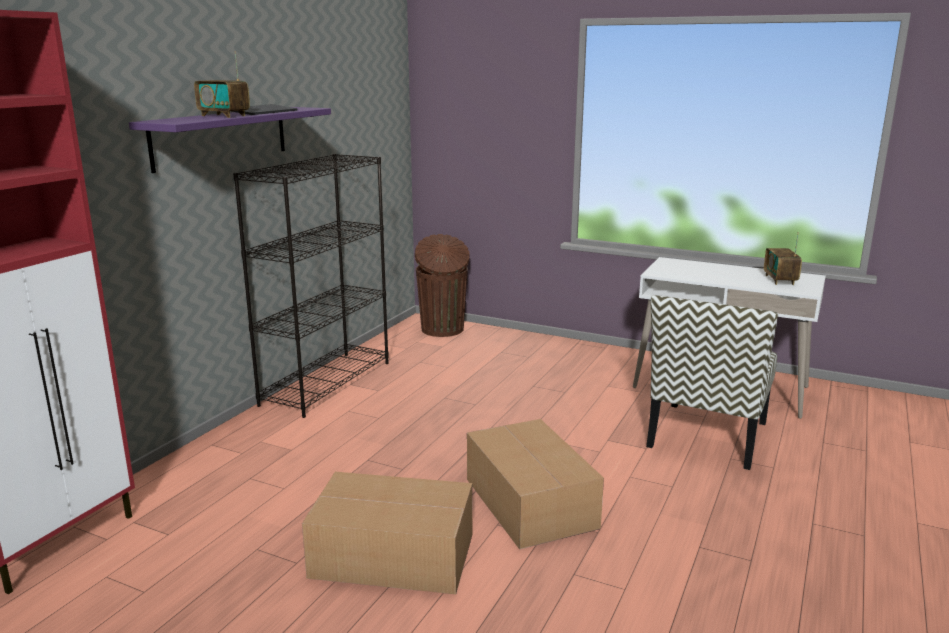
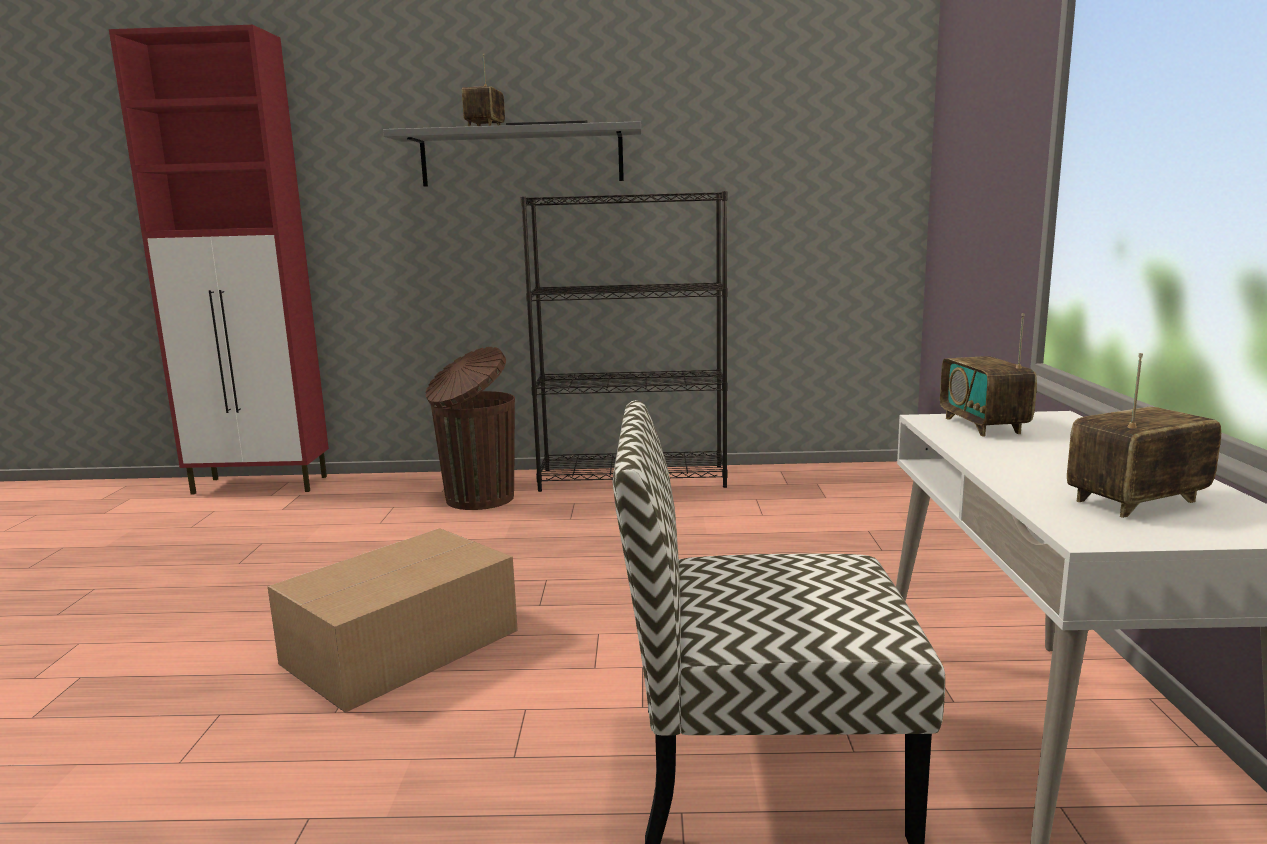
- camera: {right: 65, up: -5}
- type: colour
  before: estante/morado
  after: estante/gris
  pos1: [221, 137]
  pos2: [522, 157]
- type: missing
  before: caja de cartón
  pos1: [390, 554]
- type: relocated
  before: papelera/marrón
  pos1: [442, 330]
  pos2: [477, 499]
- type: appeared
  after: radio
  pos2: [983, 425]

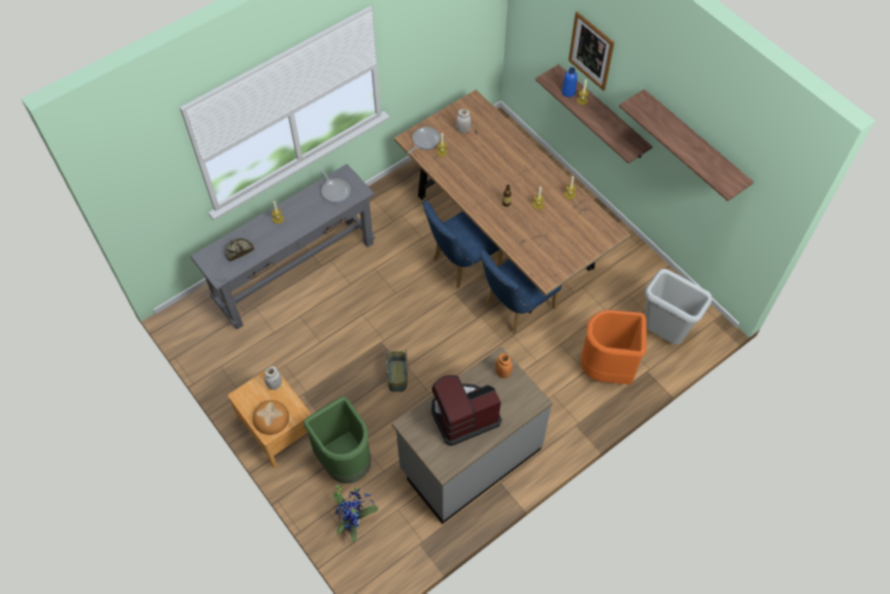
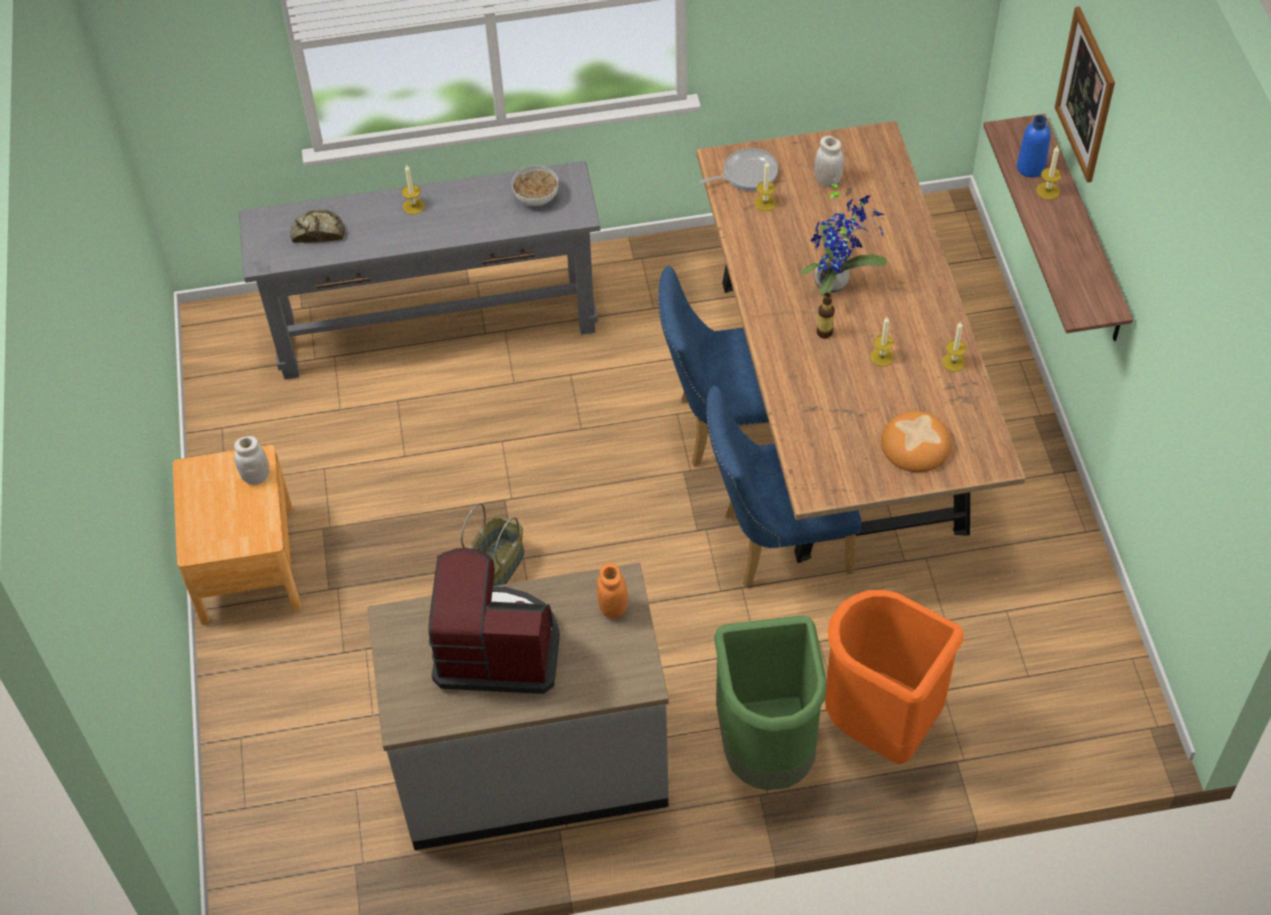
- camera: {right: 30, up: -5}
- type: relocated
  before: pan
  pos1: [270, 418]
  pos2: [915, 444]
- type: relocated
  before: papelera/verde
  pos1: [345, 462]
  pos2: [767, 750]
- type: exchanged
  before: sartén
  after: cuenco
  pos1: [335, 190]
  pos2: [537, 197]
- type: relocated
  before: planta en maceta
  pos1: [353, 521]
  pos2: [836, 282]
- type: missing
  before: estante
  pos1: [694, 143]
- type: missing
  before: papelera/gris
  pos1: [662, 334]

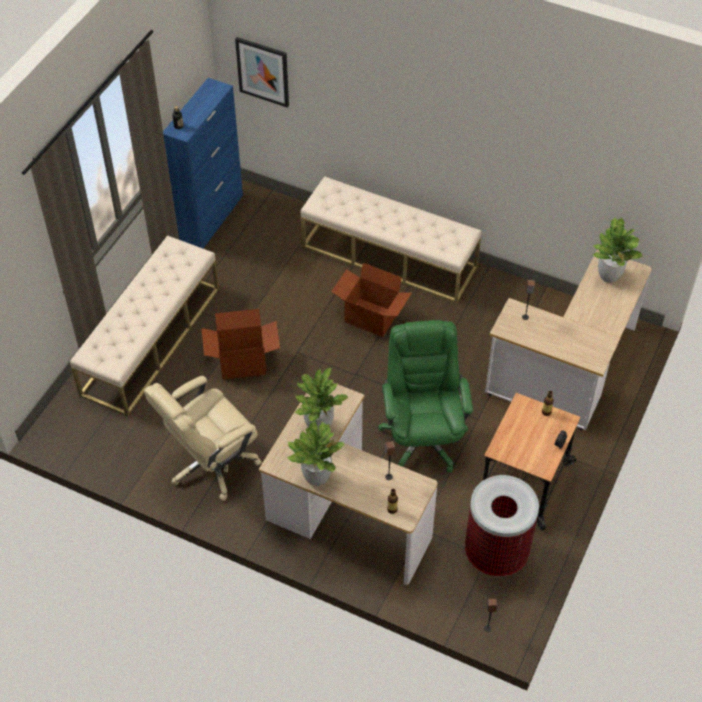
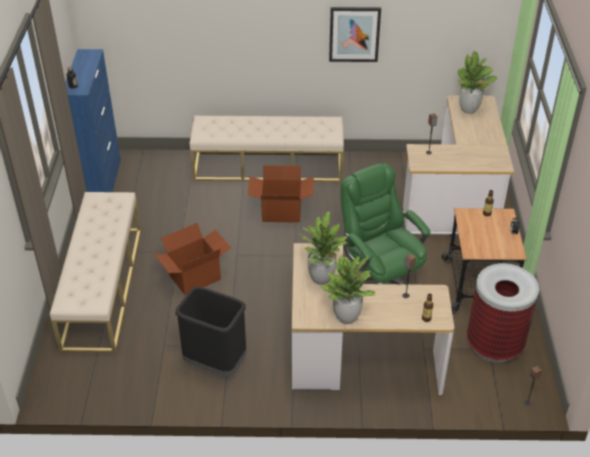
- camera: {right: -25, up: -10}
- type: exchanged
  before: silla de oficina/beis
  after: papelera/negro
  pos1: [211, 464]
  pos2: [215, 363]
- type: relocated
  before: cuadro
  pos1: [263, 71]
  pos2: [354, 34]

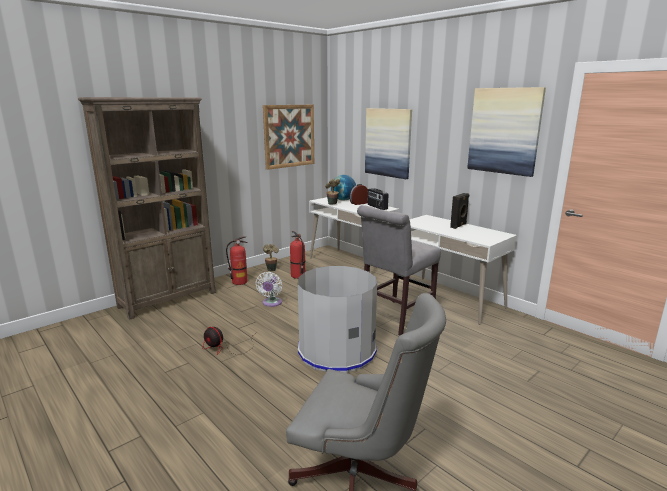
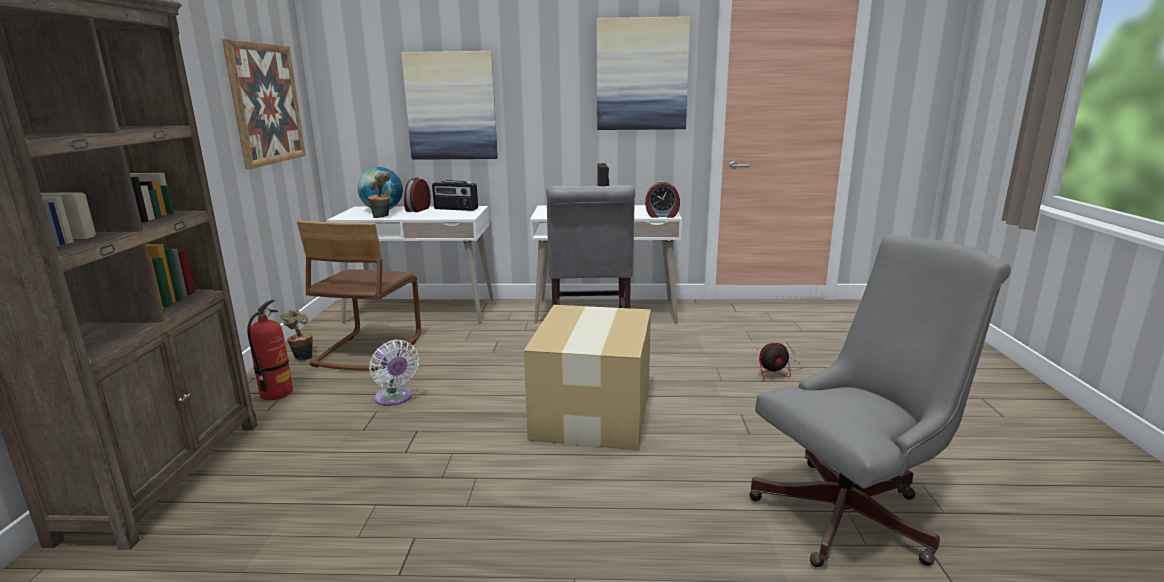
- camera: {right: -45, up: 0}
- type: relocated
  before: ventilador
  pos1: [226, 348]
  pos2: [776, 370]
- type: exchanged
  before: extintor
  after: silla/marrón
  pos1: [297, 276]
  pos2: [367, 351]
- type: exchanged
  before: papelera/gris
  after: caja de cartón
  pos1: [337, 351]
  pos2: [594, 411]
- type: appeared
  after: despertador
  pos2: [662, 216]

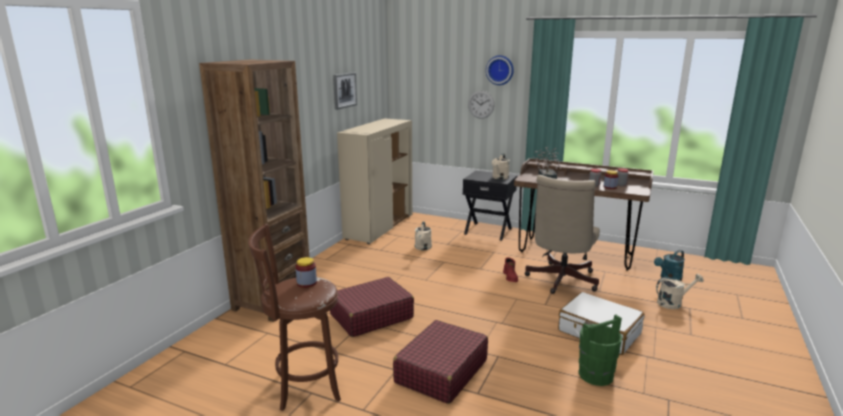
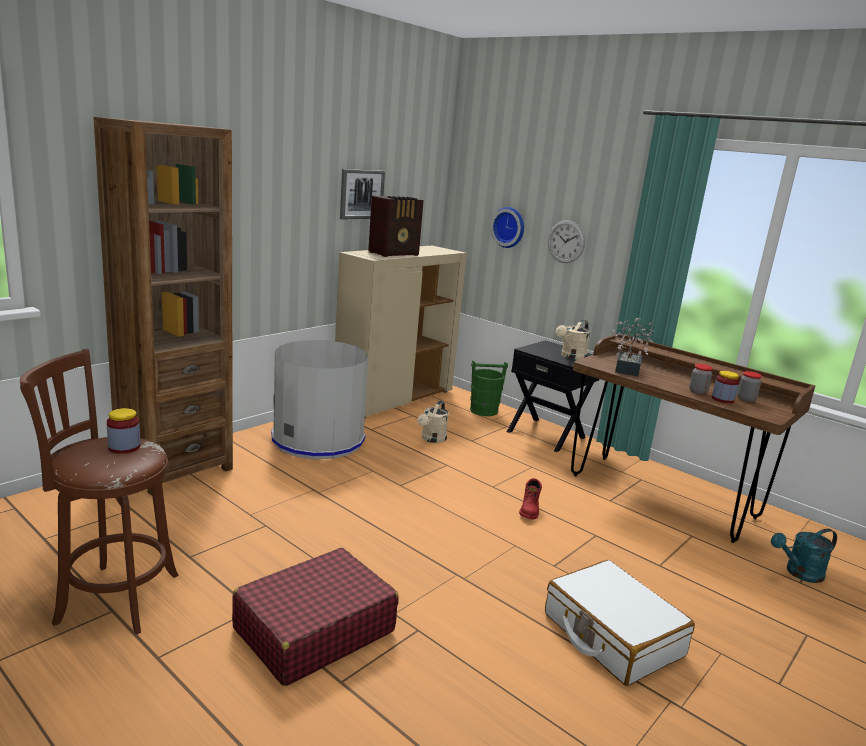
- camera: {right: 15, up: 0}
- type: missing
  before: maleta/rojo
  pos1: [371, 316]
- type: relocated
  before: reloj de pared
  pos1: [500, 70]
  pos2: [509, 227]
- type: missing
  before: silla de oficina/beis
  pos1: [560, 281]
- type: relocated
  before: cubo/verde
  pos1: [596, 375]
  pos2: [484, 411]
- type: missing
  before: regadera/beis
  pos1: [673, 303]
- type: appeared
  after: papelera/gris
  pos2: [318, 439]
- type: appeared
  after: radio
  pos2: [395, 254]

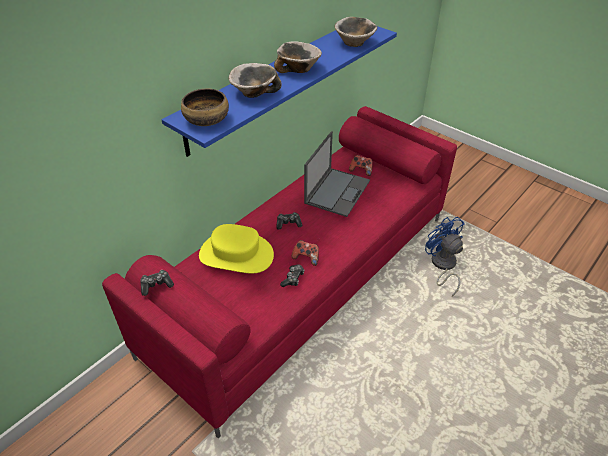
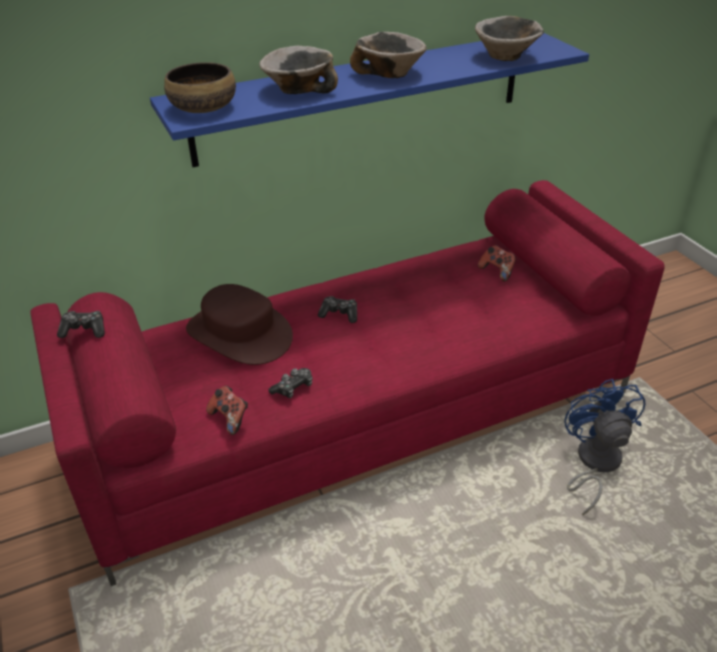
- camera: {right: 25, up: -5}
- type: colour
  before: sombrero/amarillo
  after: sombrero/marrón
  pos1: [236, 254]
  pos2: [240, 333]
- type: relocated
  before: mando de consola
  pos1: [306, 257]
  pos2: [230, 418]
- type: missing
  before: portátil
  pos1: [337, 191]

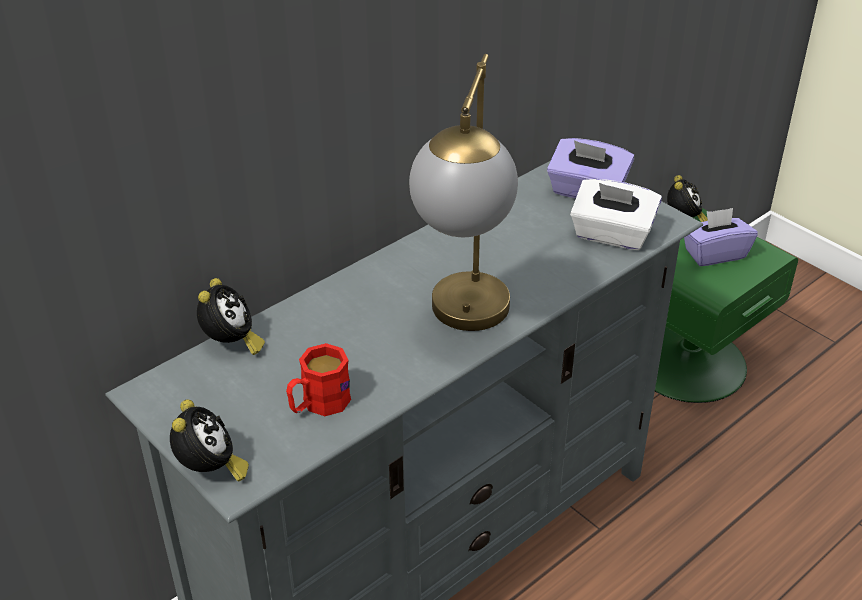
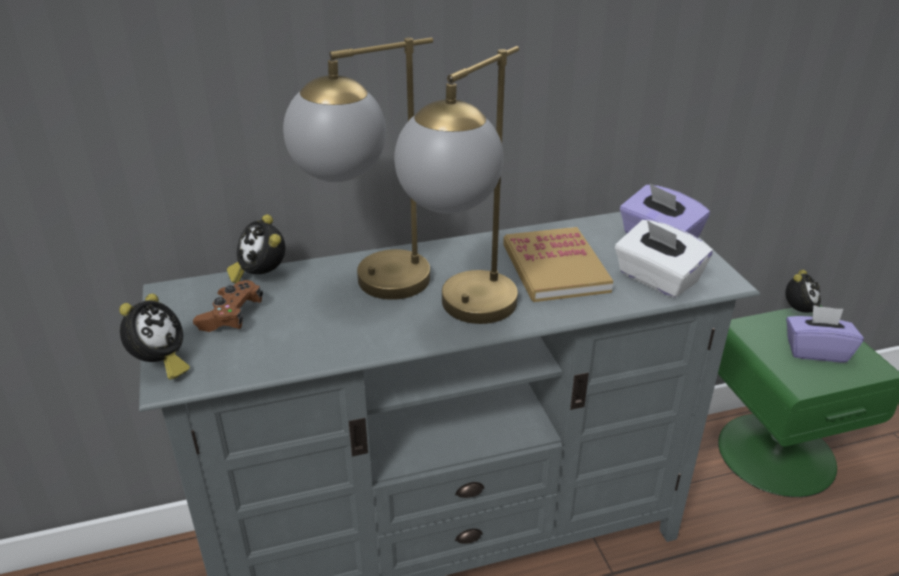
- camera: {right: 25, up: -5}
- type: spun
  before: despertador
  pos1: [231, 344]
  pos2: [261, 276]
  turn: 120
- type: missing
  before: taza grande/rojo
  pos1: [318, 404]
- type: appeared
  after: mando de consola/marrón
  pos2: [231, 316]
- type: appeared
  after: lámpara de mesa
  pos2: [368, 286]
- type: appeared
  after: libro
  pos2: [555, 268]

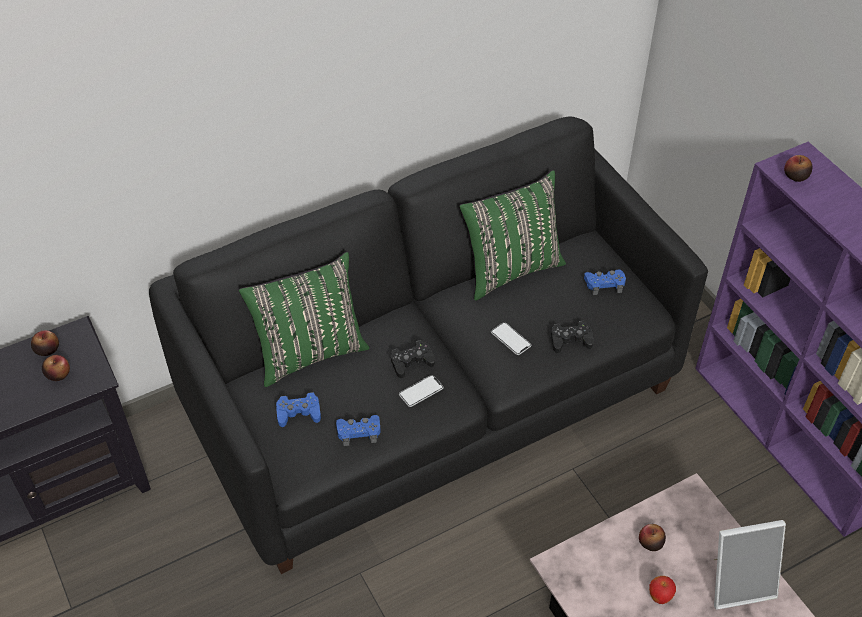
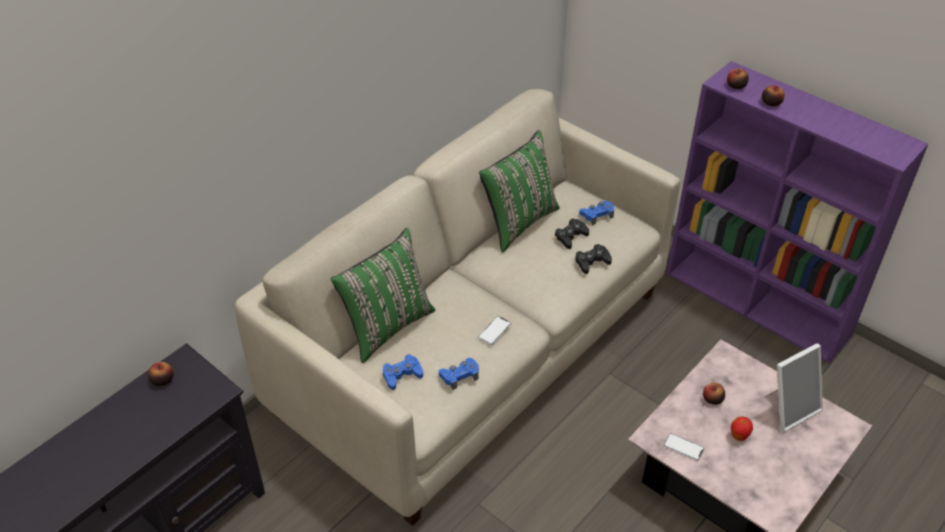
- camera: {right: -20, up: -5}
- type: relocated
  before: manzana
  pos1: [58, 374]
  pos2: [771, 102]
- type: colour
  before: sofá/negro
  after: sofá/beis
  pos1: [431, 397]
  pos2: [472, 351]
- type: relocated
  before: mando de consola/negro
  pos1: [411, 362]
  pos2: [571, 237]
- type: relocated
  before: móvil
  pos1: [510, 339]
  pos2: [683, 447]

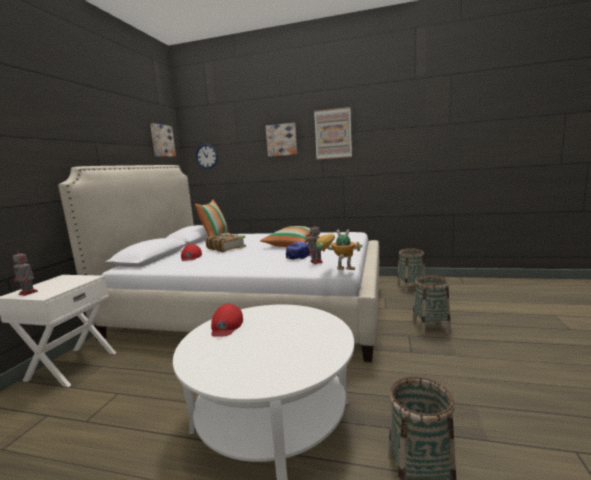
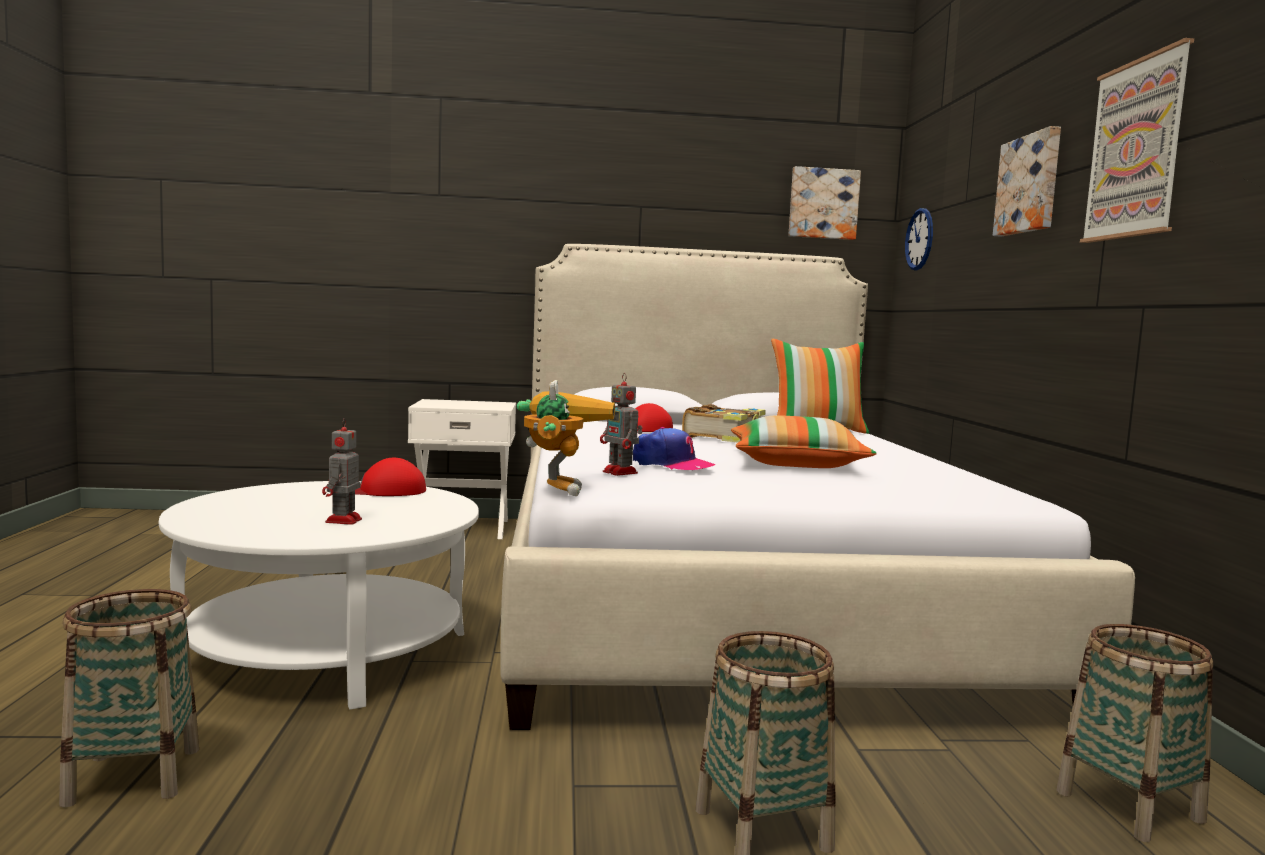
- camera: {right: 70, up: -5}
- type: relocated
  before: robot de juguete
  pos1: [28, 293]
  pos2: [343, 521]

